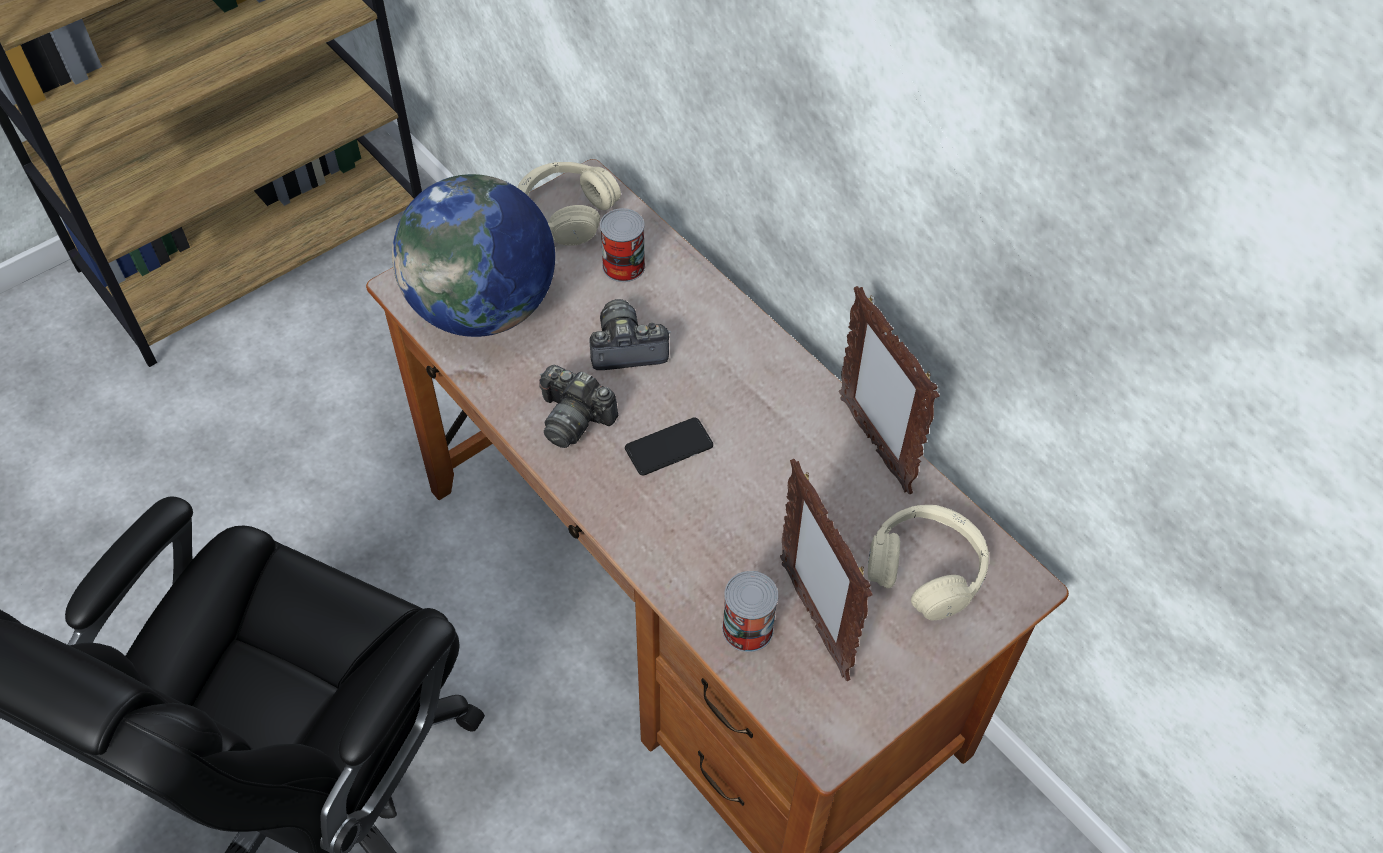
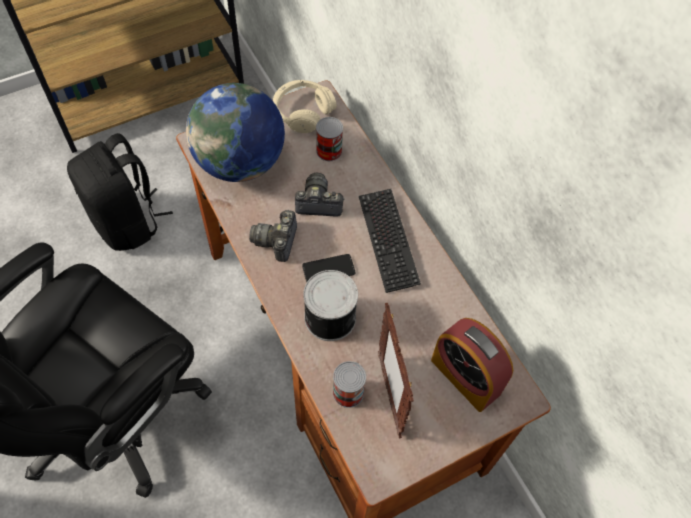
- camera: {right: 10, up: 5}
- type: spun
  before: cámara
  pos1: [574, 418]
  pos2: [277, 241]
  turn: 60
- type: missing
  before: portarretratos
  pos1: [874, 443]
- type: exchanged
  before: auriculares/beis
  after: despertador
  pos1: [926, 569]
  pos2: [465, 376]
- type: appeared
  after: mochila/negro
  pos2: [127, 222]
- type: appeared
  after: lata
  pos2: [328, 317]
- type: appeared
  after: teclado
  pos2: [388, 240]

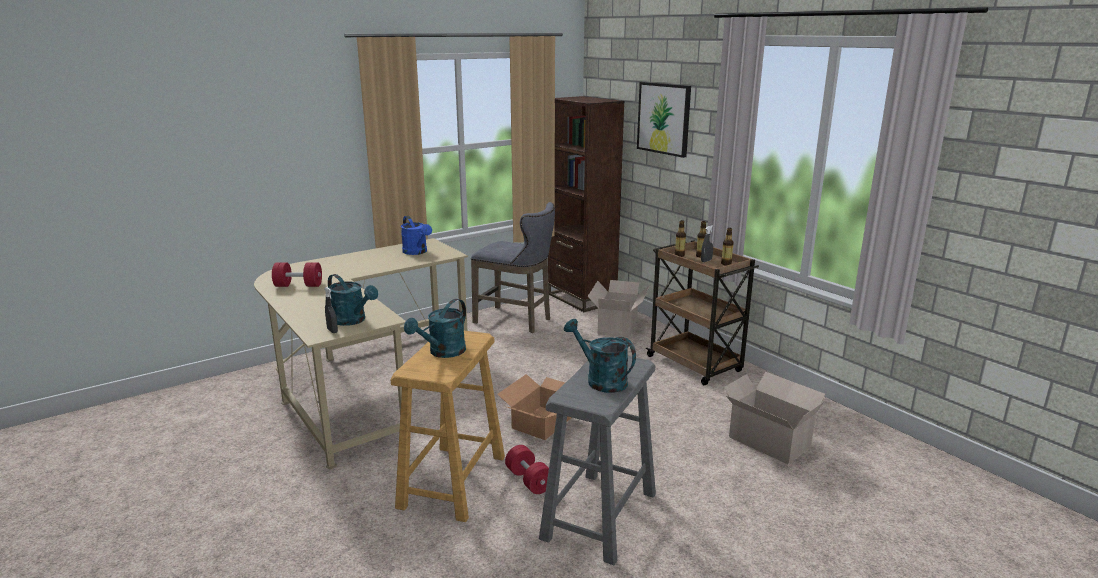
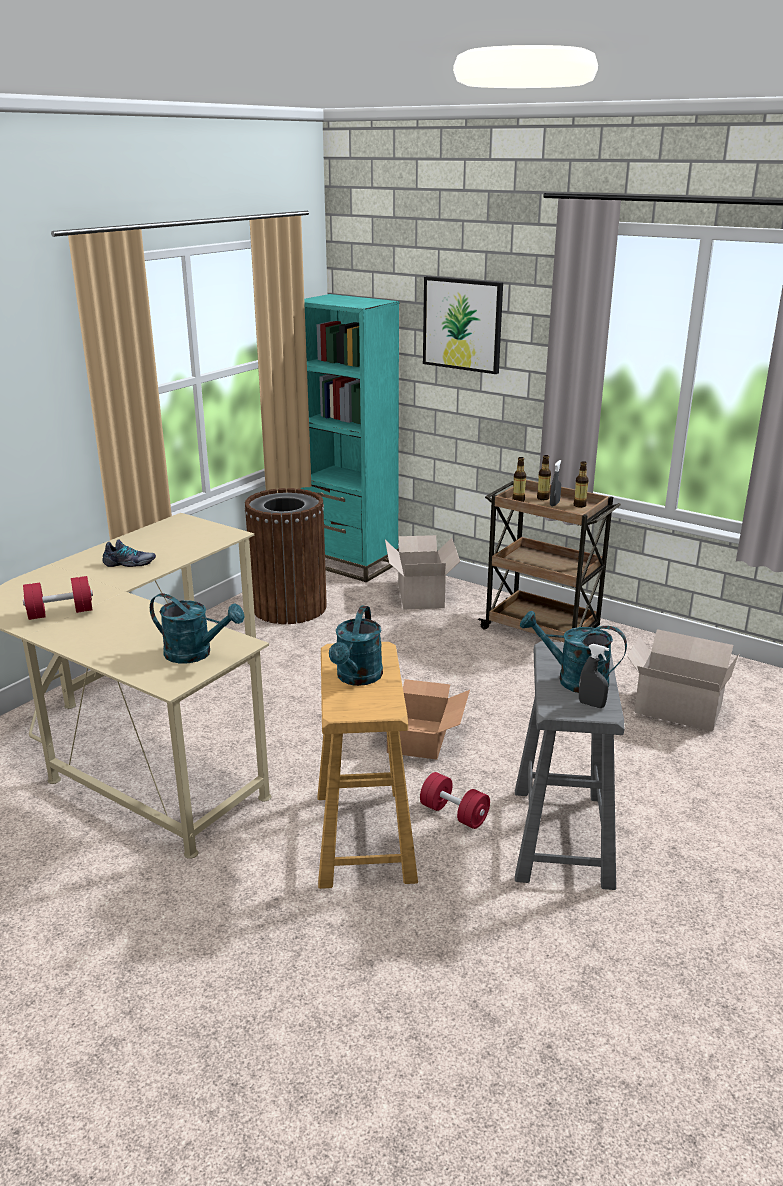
- camera: {right: -20, up: 5}
- type: relocated
  before: pulverizador/gris
  pos1: [332, 331]
  pos2: [591, 704]
- type: missing
  before: regadera/azul
  pos1: [417, 252]
- type: exchanged
  before: taburete/gris
  after: papelera/marrón
  pos1: [516, 321]
  pos2: [289, 607]
- type: colour
  before: estantería/marrón
  after: estantería/turquesa
  pos1: [581, 298]
  pos2: [350, 563]
- type: appeared
  after: zapato
  pos2: [129, 563]

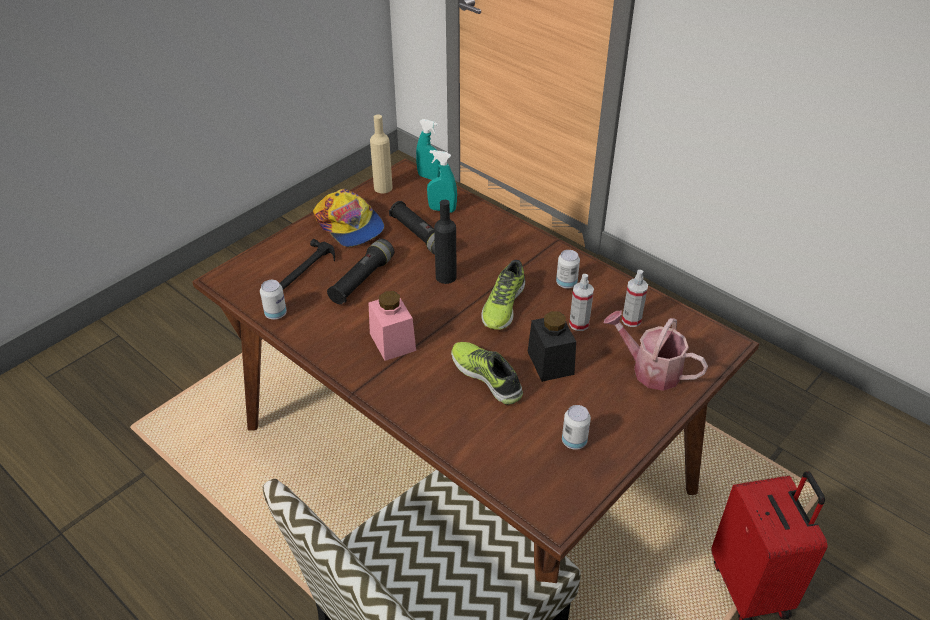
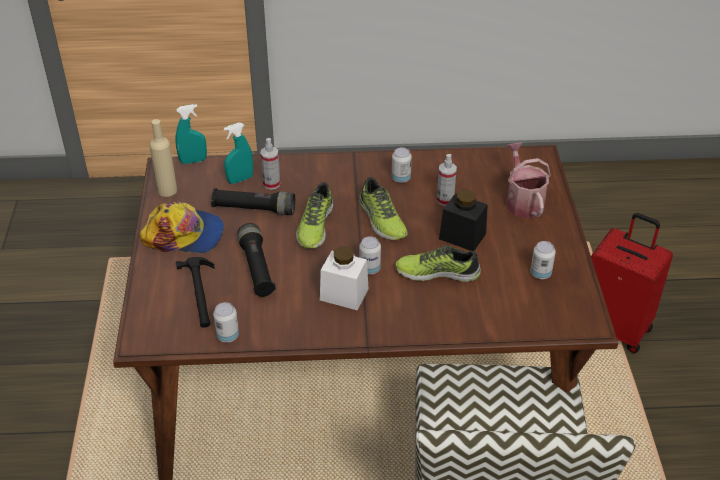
- camera: {right: -45, up: 0}
- type: colour
  before: tarro/rosa
  after: tarro/blanco
  pos1: [392, 342]
  pos2: [344, 294]
- type: exchanged
  before: botella/negro
  after: zapato
  pos1: [446, 277]
  pos2: [314, 226]
- type: spun
  before: regadera
  pos1: [650, 370]
  pos2: [523, 200]
  turn: 90
- type: relocated
  before: pulverizador
  pos1: [631, 320]
  pos2: [271, 184]
- type: appeared
  after: lata
  pos2: [369, 269]

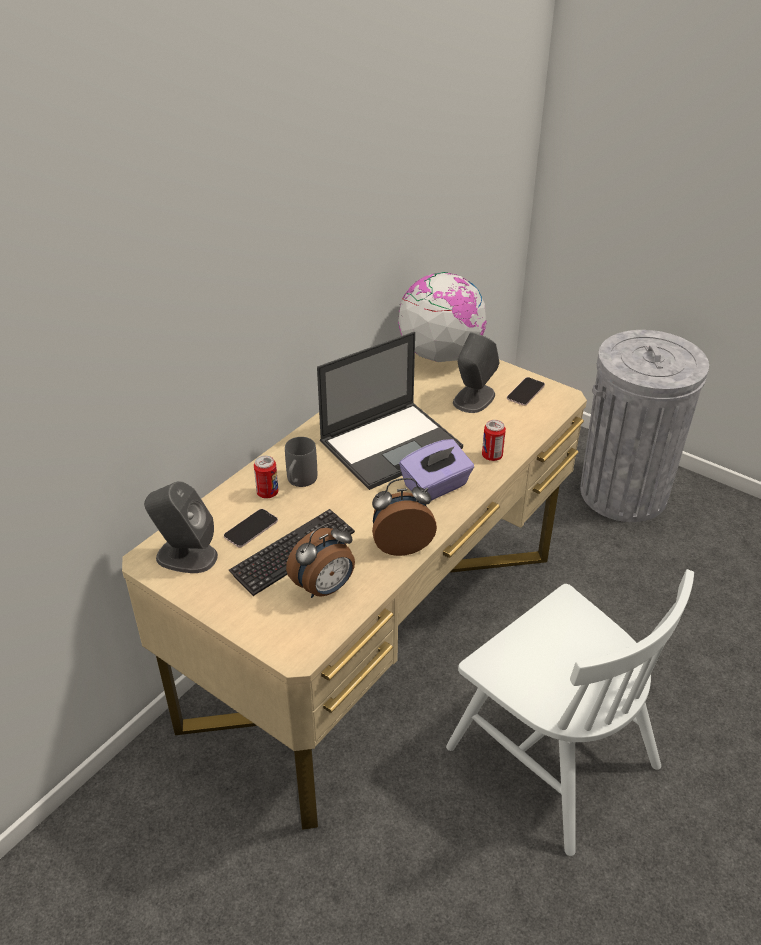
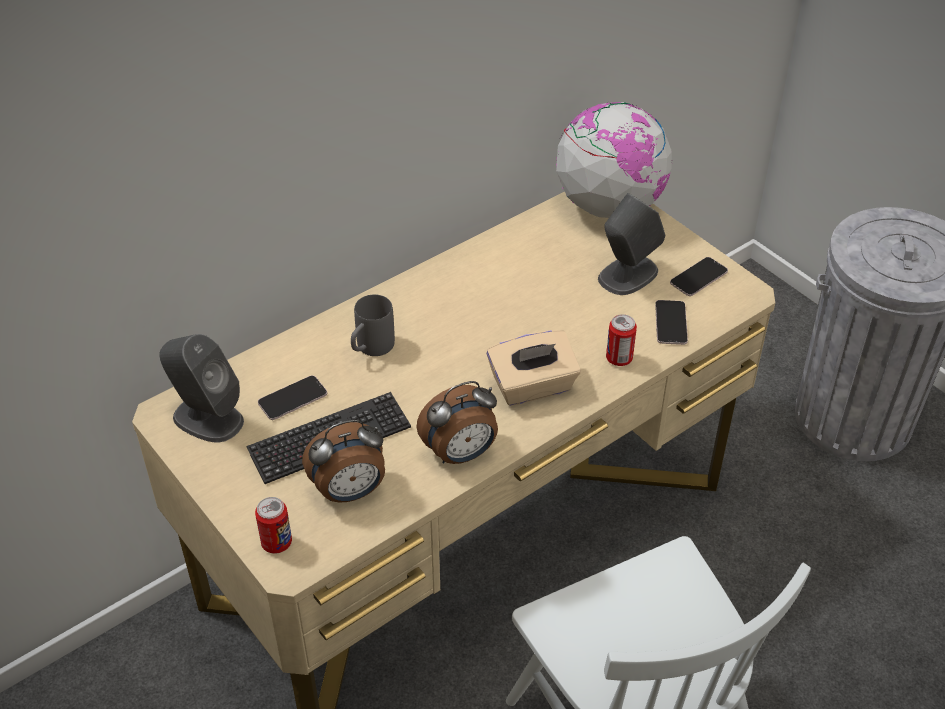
- camera: {right: 15, up: 5}
- type: relocated
  before: lata
  pos1: [267, 493]
  pos2: [276, 543]
- type: missing
  before: portátil
  pos1: [392, 444]
- type: spun
  before: despertador
  pos1: [401, 544]
  pos2: [461, 454]
  turn: 150
- type: colour
  before: caja de pañuelos/morado
  after: caja de pañuelos/beis
  pos1: [436, 486]
  pos2: [532, 386]
- type: appeared
  after: móvil
  pos2: [671, 323]

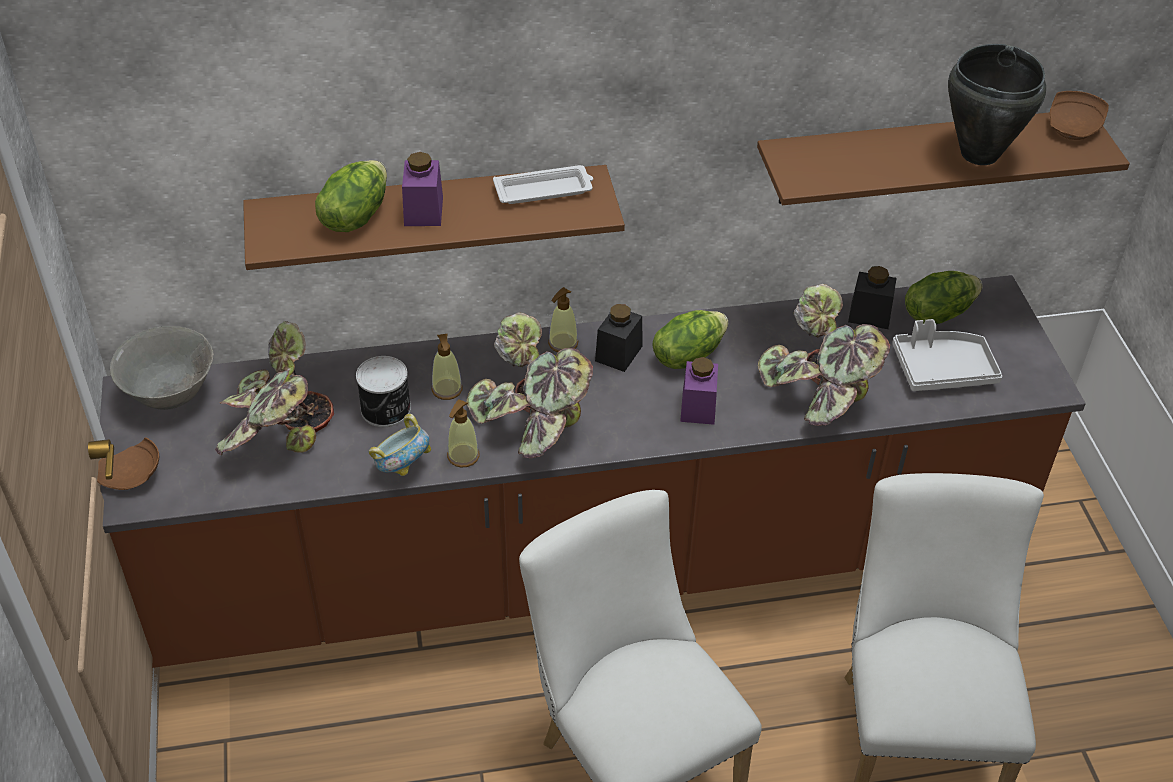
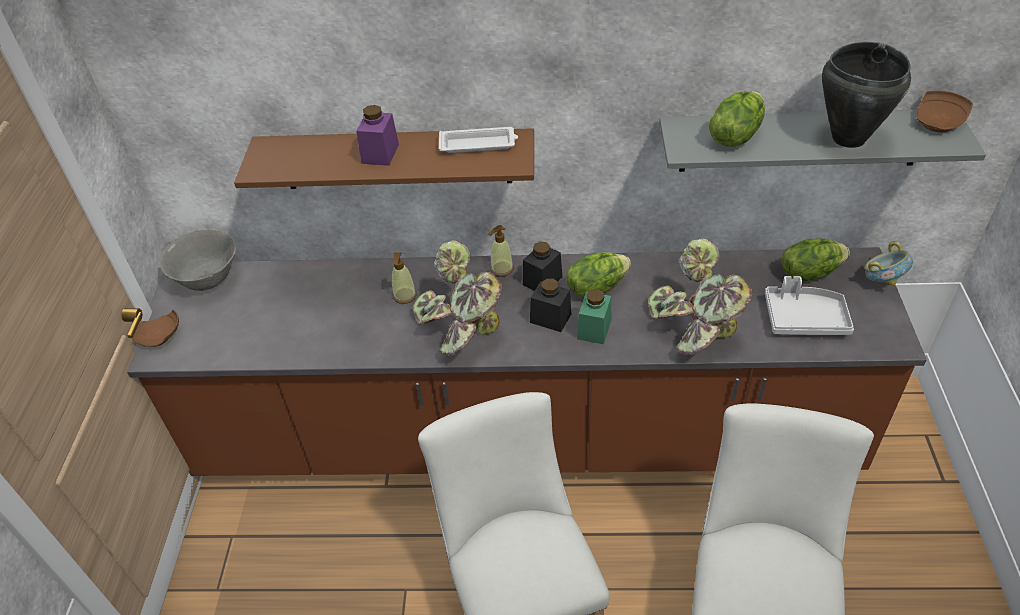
- camera: {right: 15, up: 0}
- type: missing
  before: planta en maceta
  pos1: [274, 432]
- type: relocated
  before: lechuga
  pos1: [354, 216]
  pos2: [734, 136]
- type: missing
  before: lata
  pos1: [386, 410]
- type: relocated
  before: cuenco
  pos1: [403, 467]
  pos2: [882, 281]
- type: missing
  before: dispensador de jabón
  pos1: [463, 456]
- type: colour
  before: tarro/morado
  after: tarro/verde
  pos1: [698, 407]
  pos2: [594, 329]
- type: colour
  before: estante/marrón
  after: estante/gris
  pos1: [919, 156]
  pos2: [800, 140]
- type: relocated
  before: tarro/negro
  pos1: [869, 315]
  pos2: [550, 318]

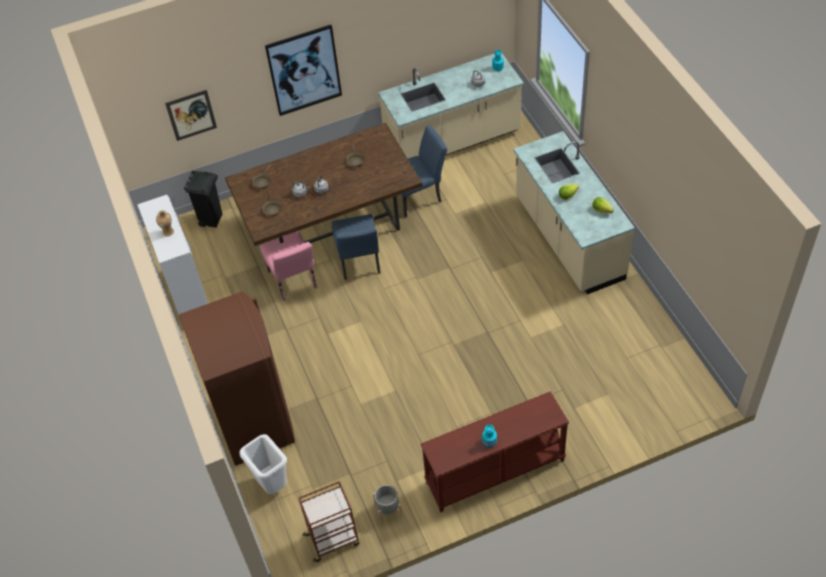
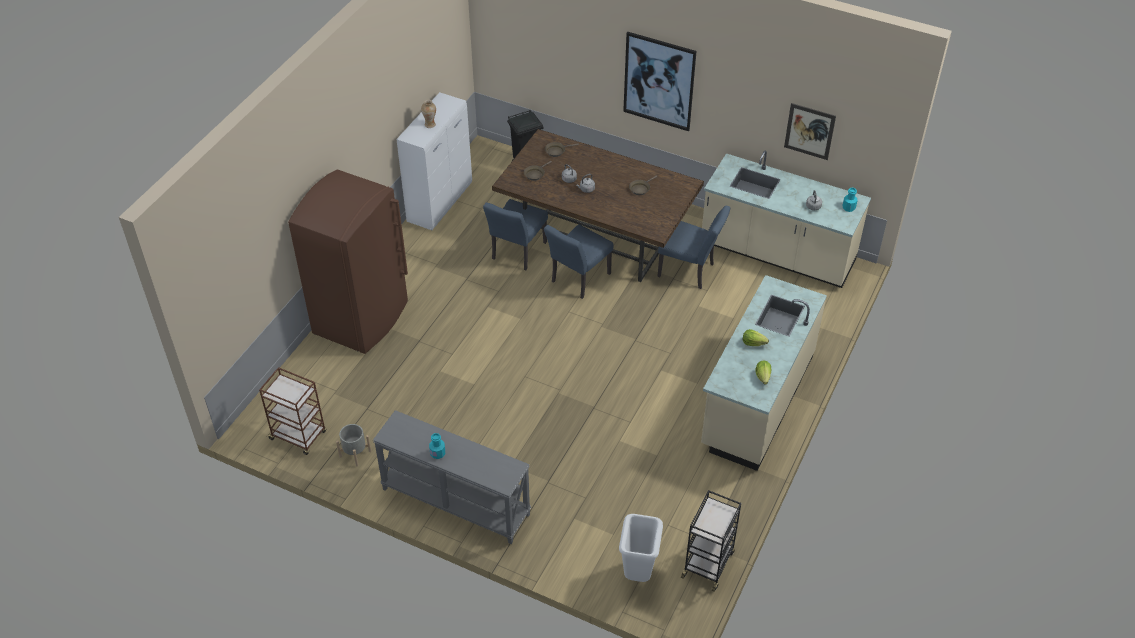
- camera: {right: 45, up: -5}
- type: relocated
  before: cuadro
  pos1: [191, 115]
  pos2: [809, 131]
- type: relocated
  before: papelera/blanco
  pos1: [272, 485]
  pos2: [638, 573]
- type: colour
  before: silla/rosa
  after: silla/azul
  pos1: [294, 282]
  pos2: [516, 253]
- type: colour
  before: mesa consola/marrón
  after: mesa consola/gris
  pos1: [495, 472]
  pos2: [455, 502]
- type: appeared
  after: carrito/negro
  pos2: [708, 563]

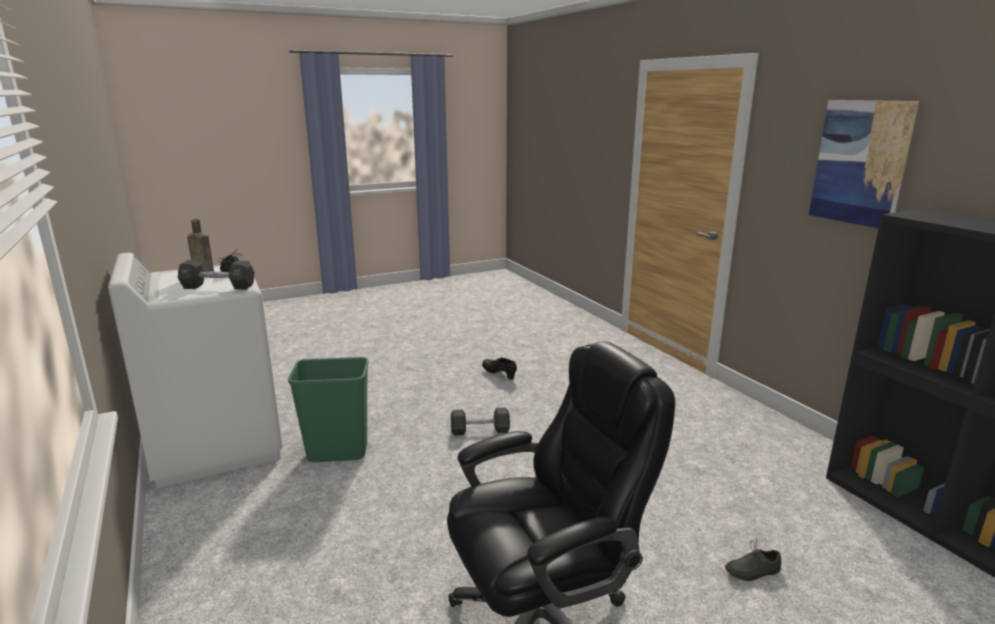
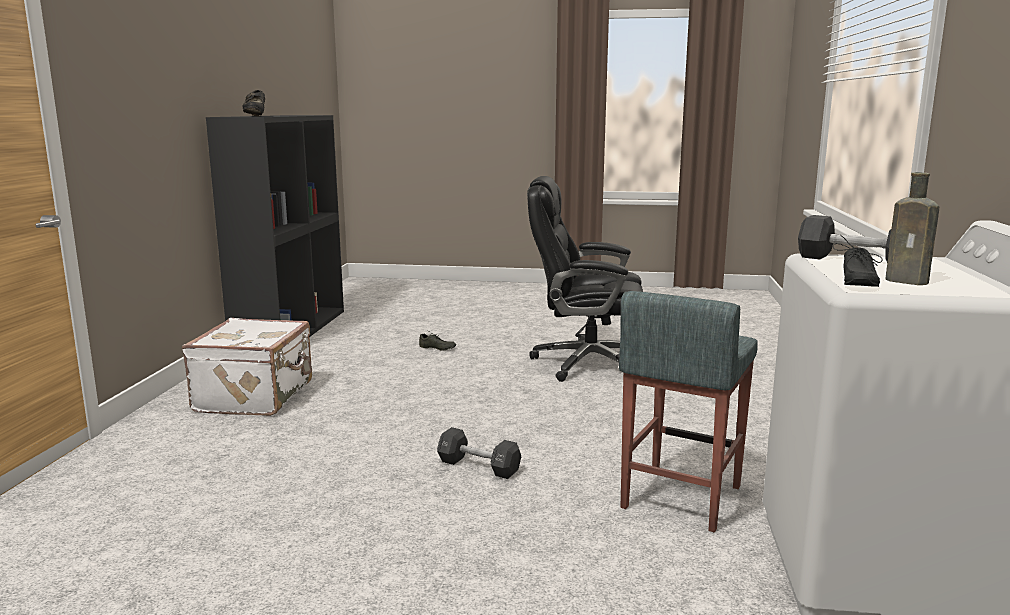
- camera: {right: -145, up: -5}
- type: exchanged
  before: papelera/verde
  after: taburete/gris
  pos1: [338, 452]
  pos2: [680, 497]
- type: relocated
  before: zapato/negro
  pos1: [499, 374]
  pos2: [255, 116]
- type: missing
  before: cuadro
  pos1: [860, 163]
- type: appeared
  after: maleta/blanco
  pos2: [257, 397]

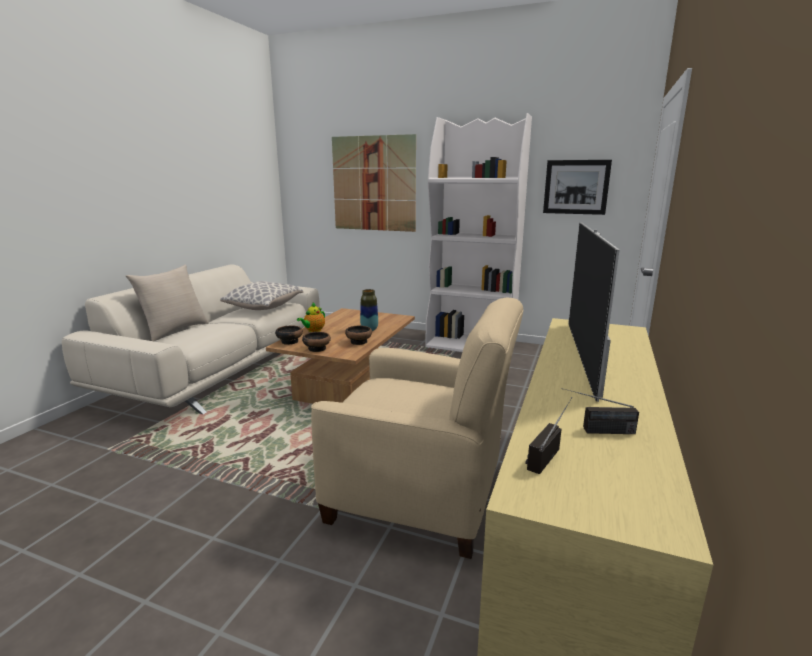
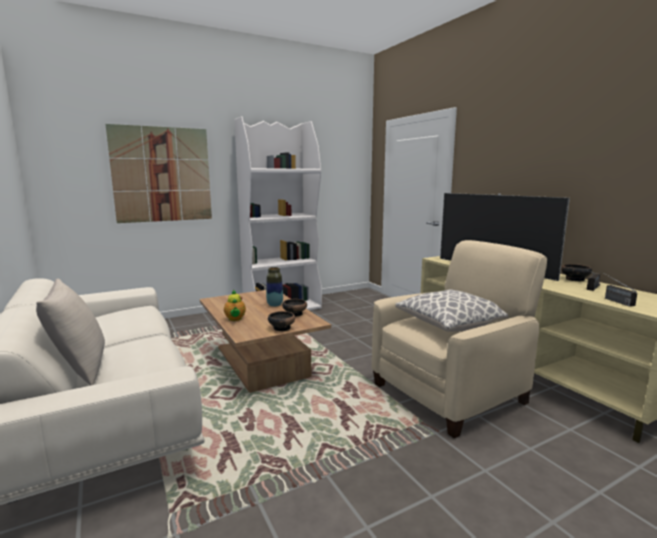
- camera: {right: -50, up: -5}
- type: relocated
  before: cojín
  pos1: [264, 307]
  pos2: [448, 325]
- type: relocated
  before: cuenco
  pos1: [289, 341]
  pos2: [574, 279]
- type: missing
  before: cuadro
  pos1: [576, 187]

